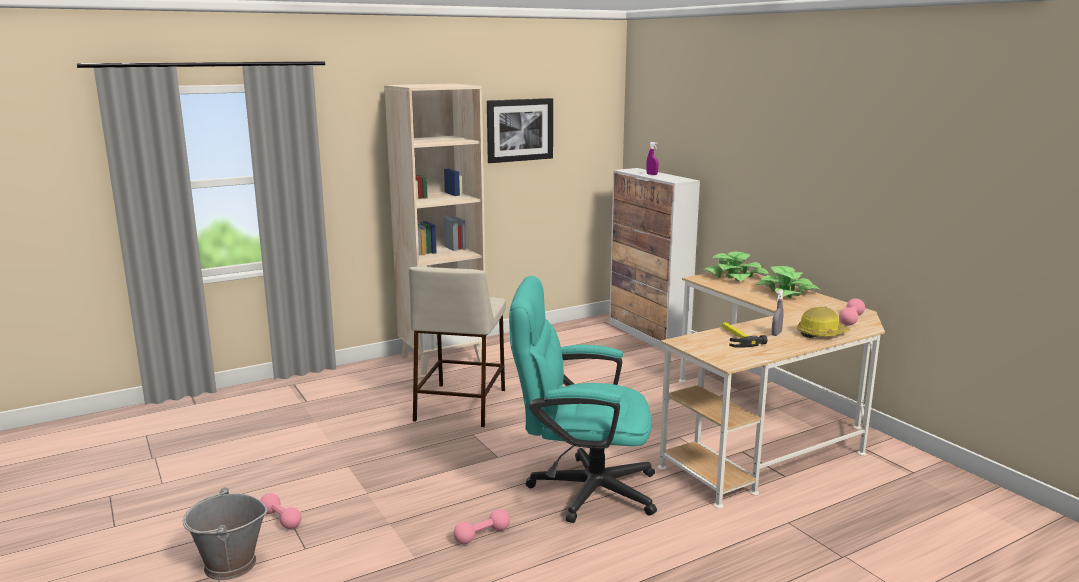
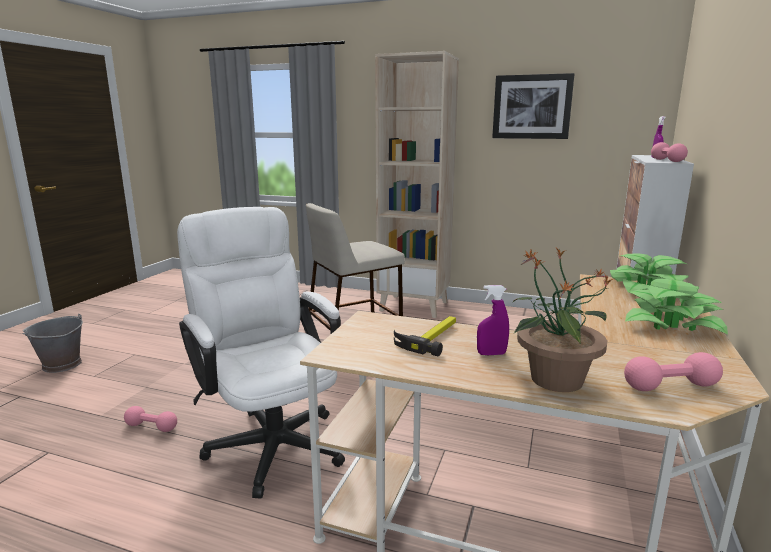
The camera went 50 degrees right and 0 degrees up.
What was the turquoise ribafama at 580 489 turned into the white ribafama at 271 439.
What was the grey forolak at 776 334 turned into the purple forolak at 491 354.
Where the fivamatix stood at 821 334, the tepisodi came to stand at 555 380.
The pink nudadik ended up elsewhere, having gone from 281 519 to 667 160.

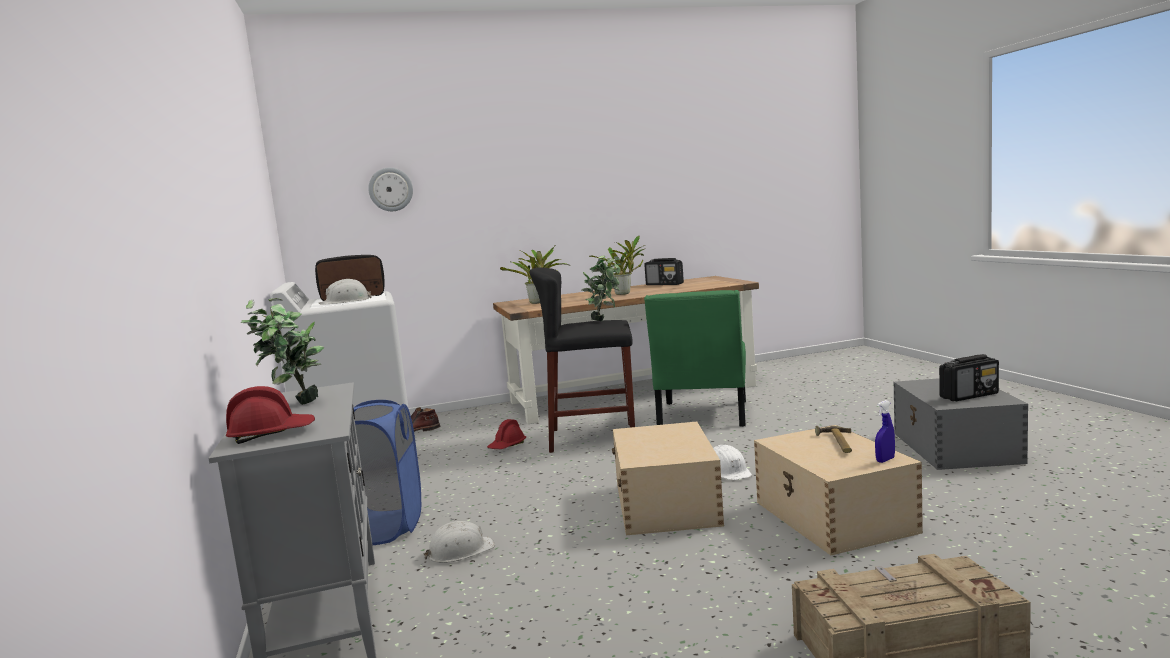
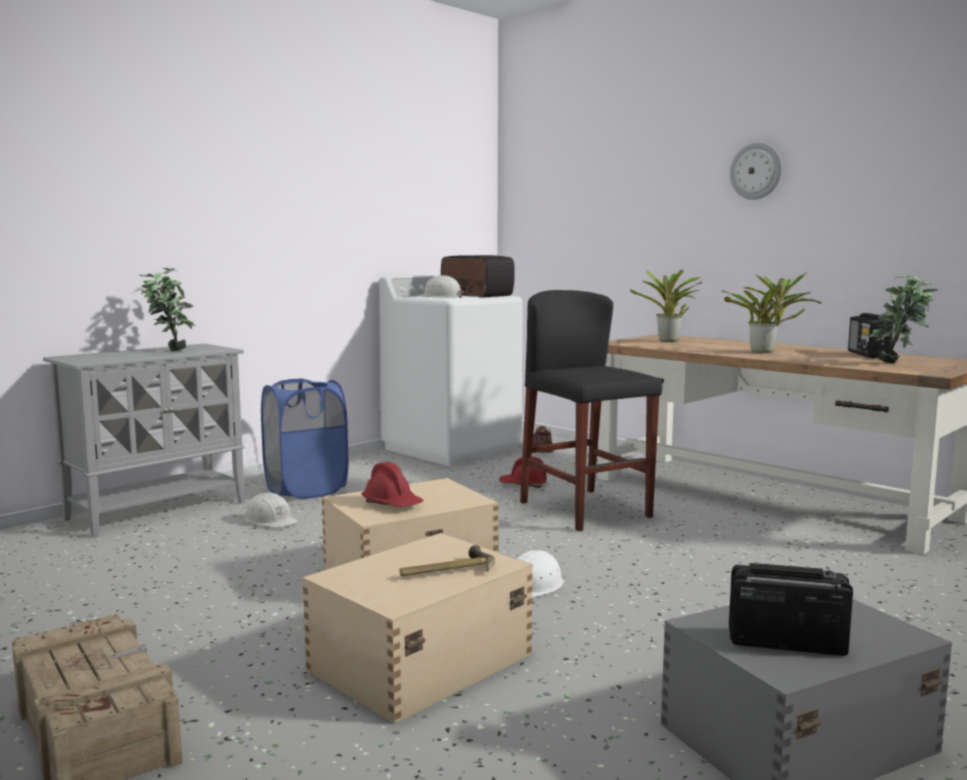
The camera went 60 degrees right and 0 degrees up.
The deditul ended up elsewhere, having gone from 390 189 to 756 171.
The tepisodi ended up elsewhere, having gone from 605 320 to 899 364.
The second view lost the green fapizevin at 702 416.
The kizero at 969 395 ended up facing another way, 150 degrees clockwise from before.
The red fivamatix ended up elsewhere, having gone from 272 434 to 392 504.
The second view lost the blue forolak at 885 460.

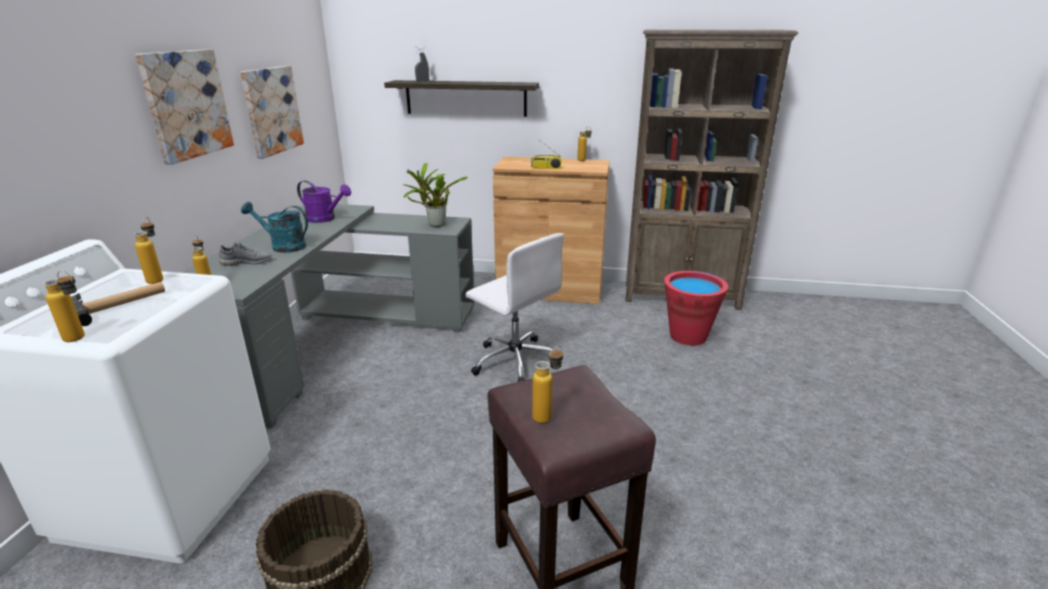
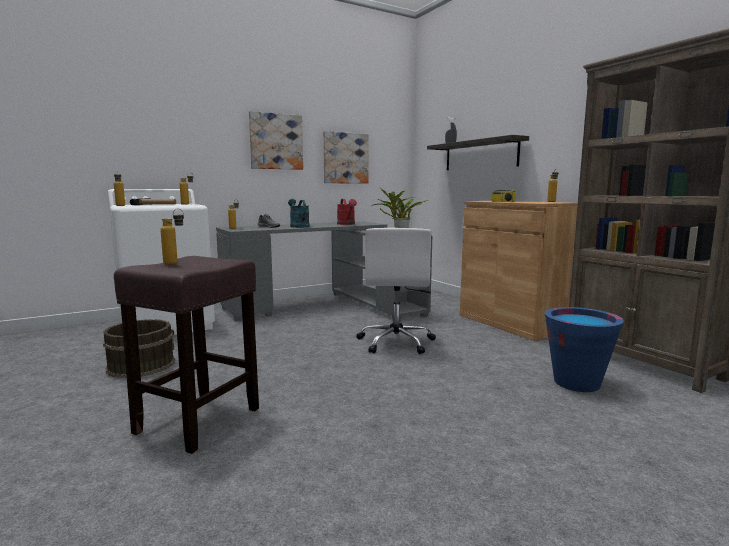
The camera went 50 degrees right and 15 degrees down.
What was the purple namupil at 325 219 turned into the red namupil at 347 224.
What was the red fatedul at 688 336 turned into the blue fatedul at 576 383.

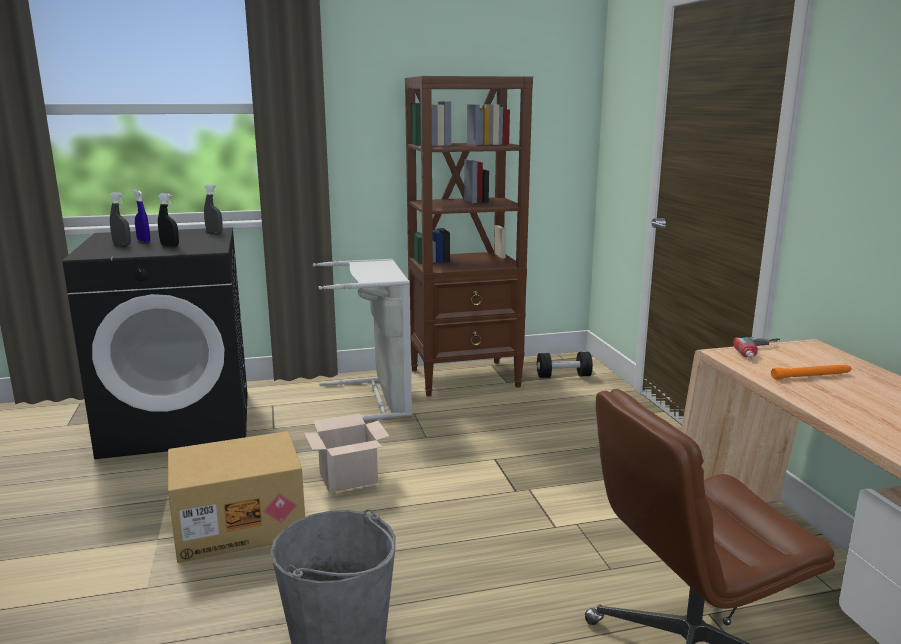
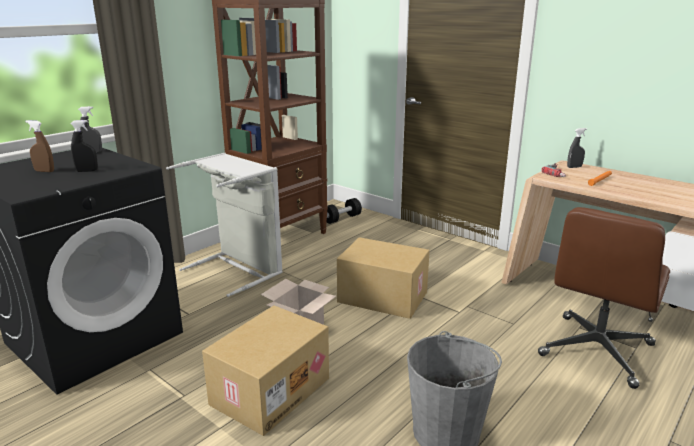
The camera went 35 degrees left and 5 degrees up.
What was the blue forolak at 143 241 turned into the brown forolak at 44 171.
The grey forolak ended up elsewhere, having gone from 122 244 to 574 167.
The second view gained the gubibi at 381 297.

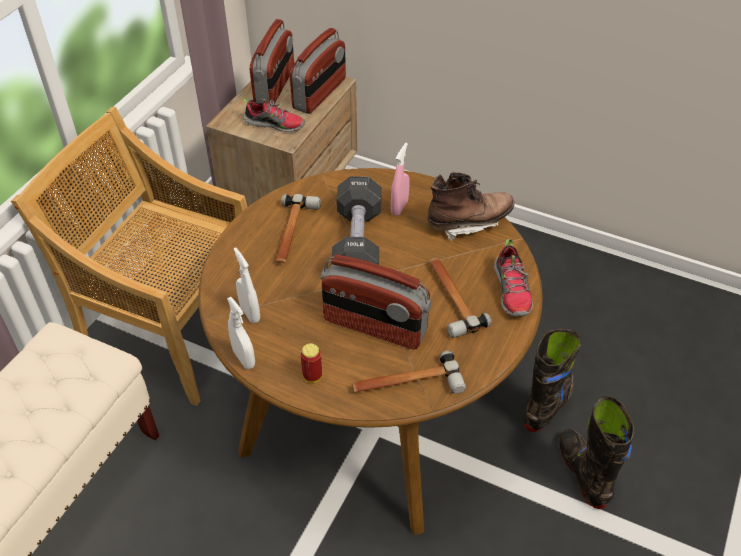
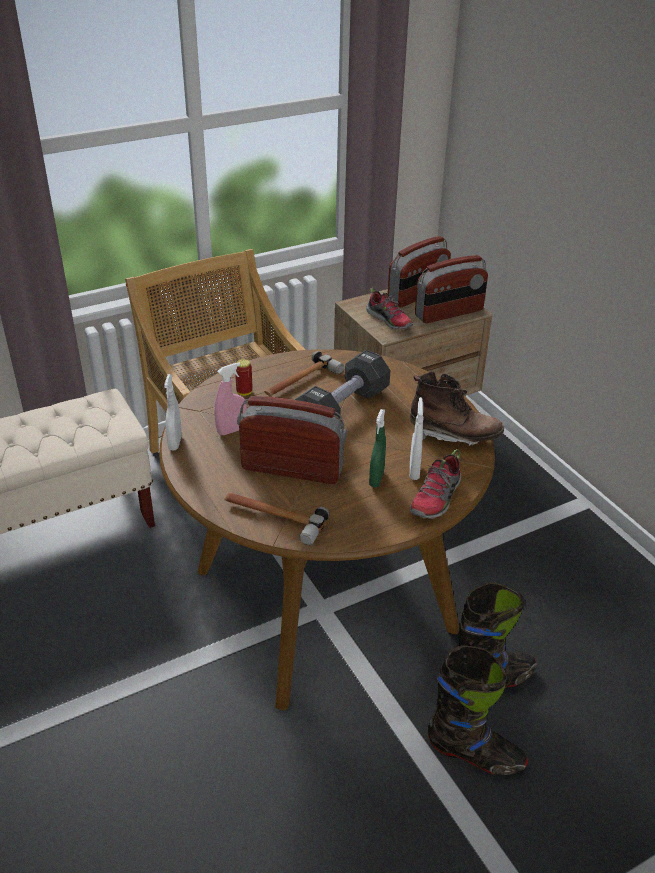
The camera went 35 degrees right and 10 degrees down.
The pink forolak ended up elsewhere, having gone from 399 207 to 232 430.
The white forolak ended up elsewhere, having gone from 250 313 to 414 471.
The kizero at 374 327 ended up facing another way, 135 degrees clockwise from before.
Where the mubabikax stood at 451 298, the green forolak came to stand at 376 479.
The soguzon ended up elsewhere, having gone from 312 376 to 244 392.
The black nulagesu at 584 473 ended up facing another way, 90 degrees clockwise from before.

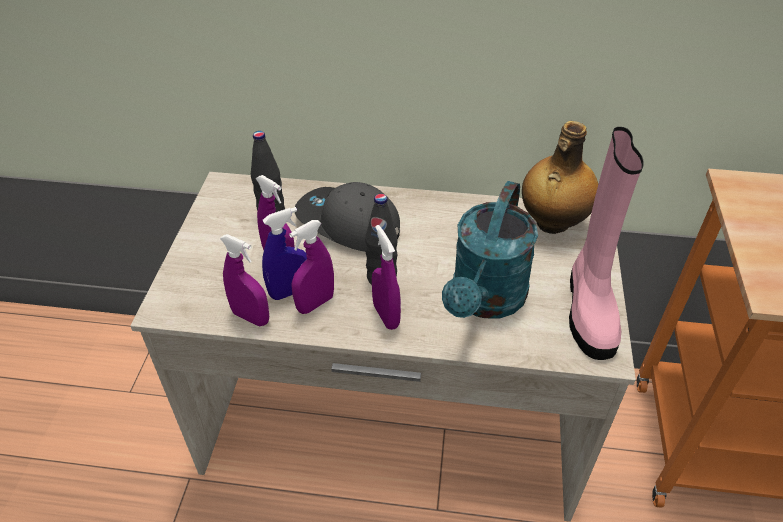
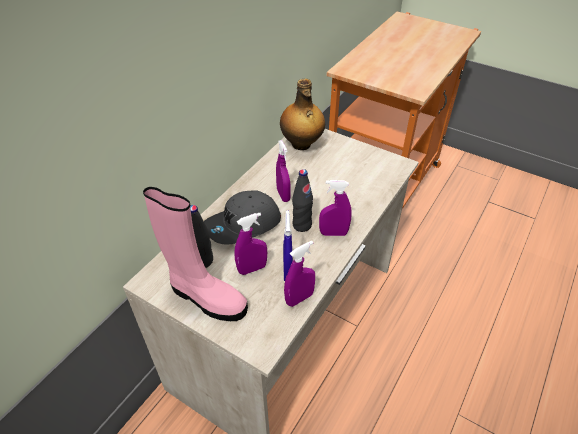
The camera went 65 degrees left and 0 degrees up.
The pink nulagesu ended up elsewhere, having gone from 589 309 to 206 298.
The second view lost the turquoise namupil at 485 301.
The purple forolak ended up elsewhere, having gone from 315 303 to 283 195.

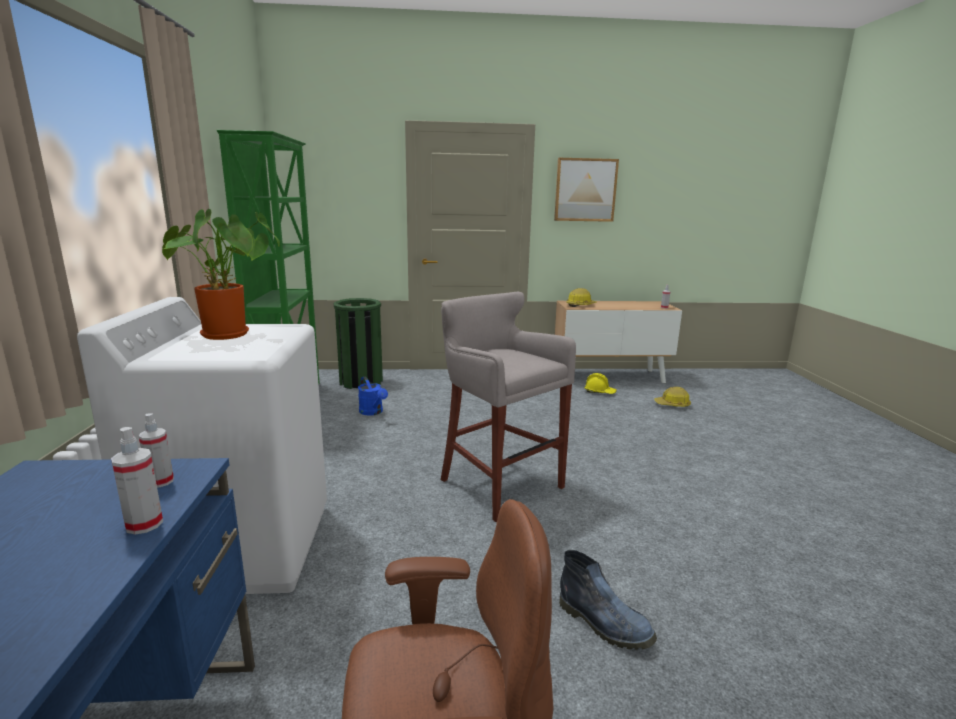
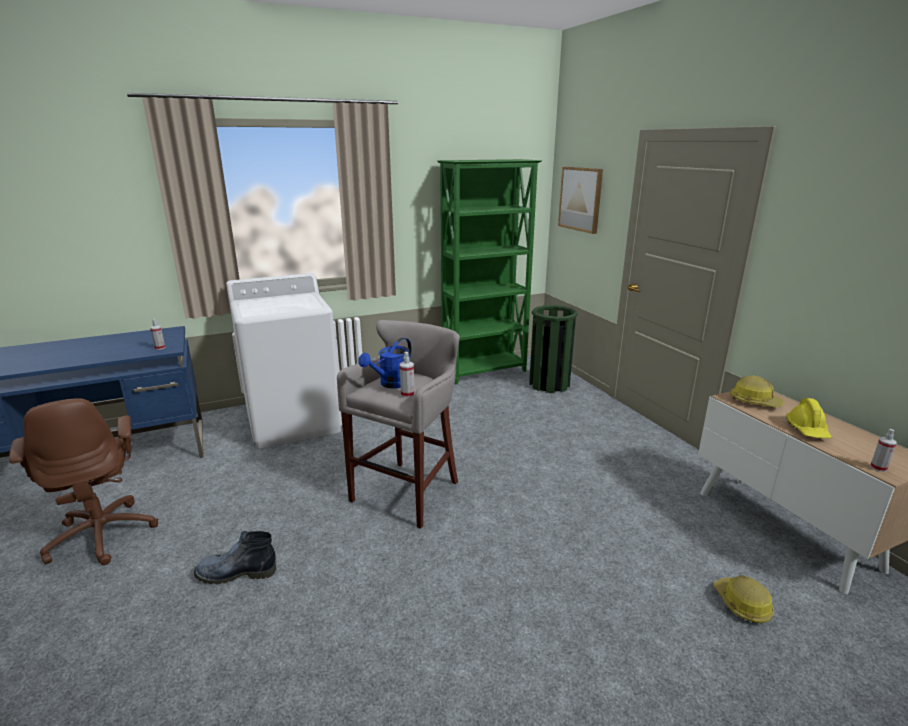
The camera went 70 degrees right and 5 degrees up.
The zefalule ended up elsewhere, having gone from 585 190 to 580 199.
The second view lost the tepisodi at 231 335.
The yellow fivamatix ended up elsewhere, having gone from 600 392 to 807 430.
The blue namupil ended up elsewhere, having gone from 373 412 to 391 384.
The forolak ended up elsewhere, having gone from 144 524 to 407 394.
The nulagesu at 605 624 ended up facing another way, 60 degrees clockwise from before.

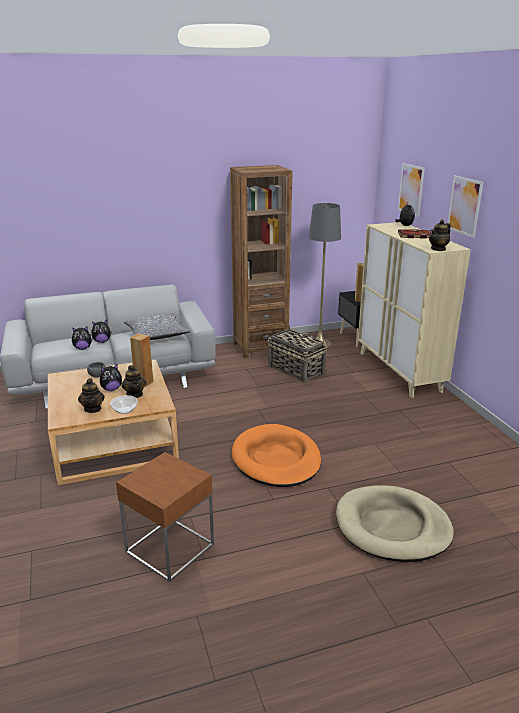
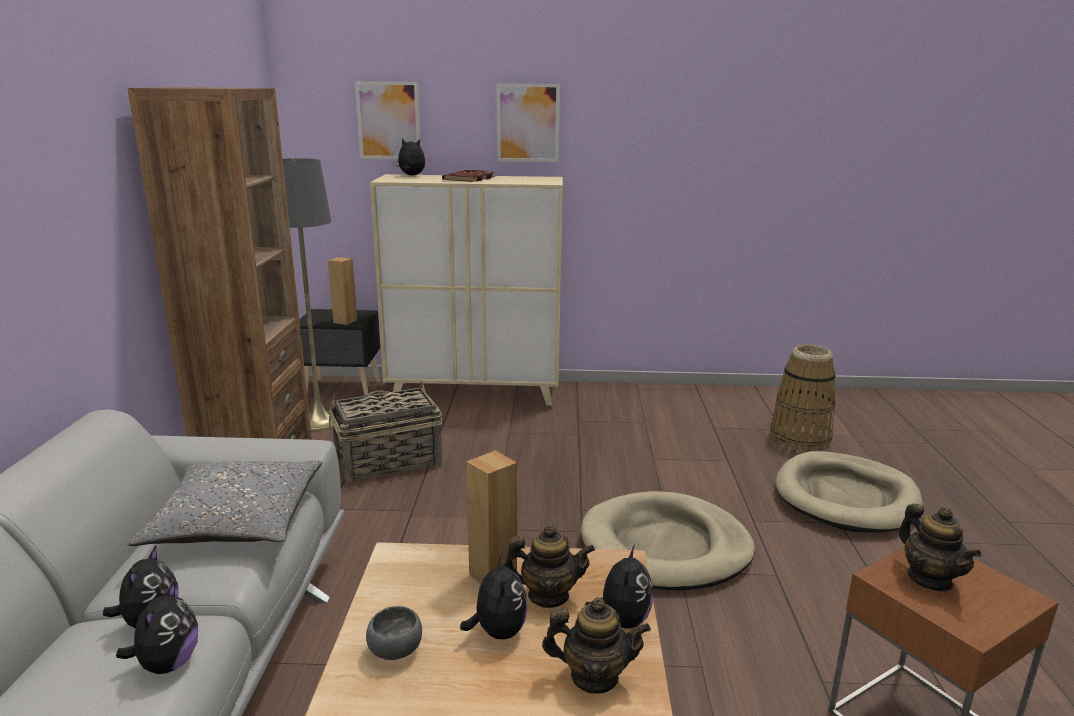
The camera went 70 degrees left and 5 degrees down.
The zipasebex ended up elsewhere, having gone from 438 249 to 930 579.
Where the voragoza stood at 125 410, the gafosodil came to stand at 622 620.
What was the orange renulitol at 276 459 turned into the beige renulitol at 665 547.
The second view gained the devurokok at 800 438.

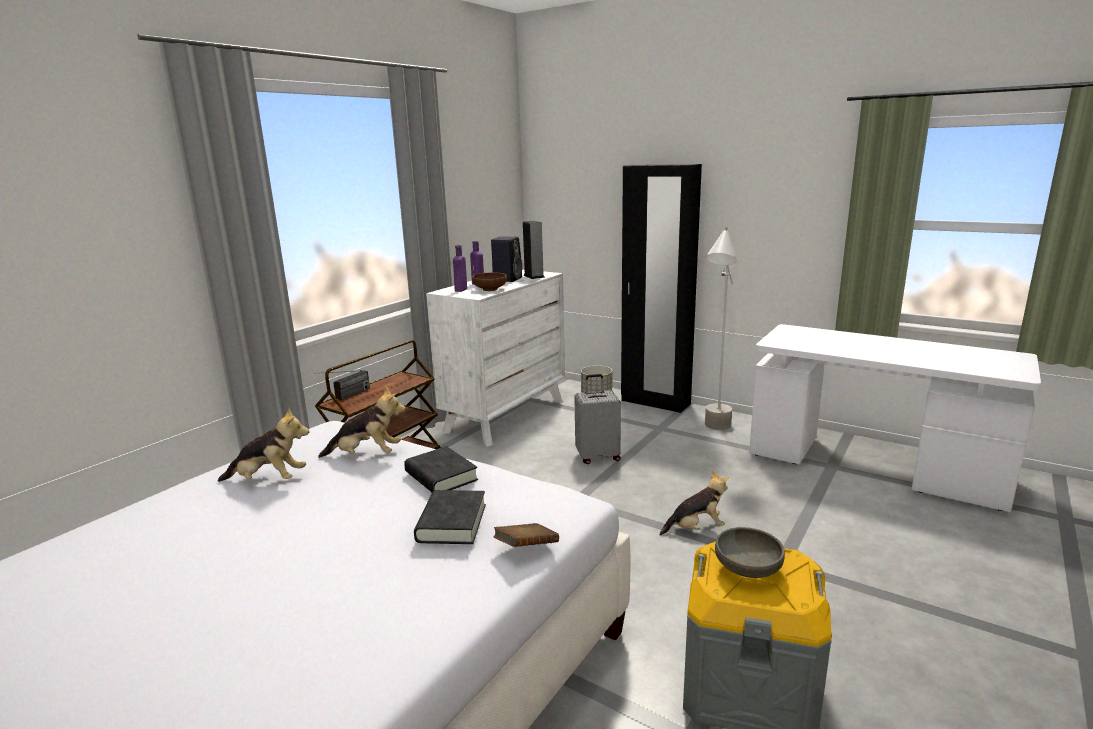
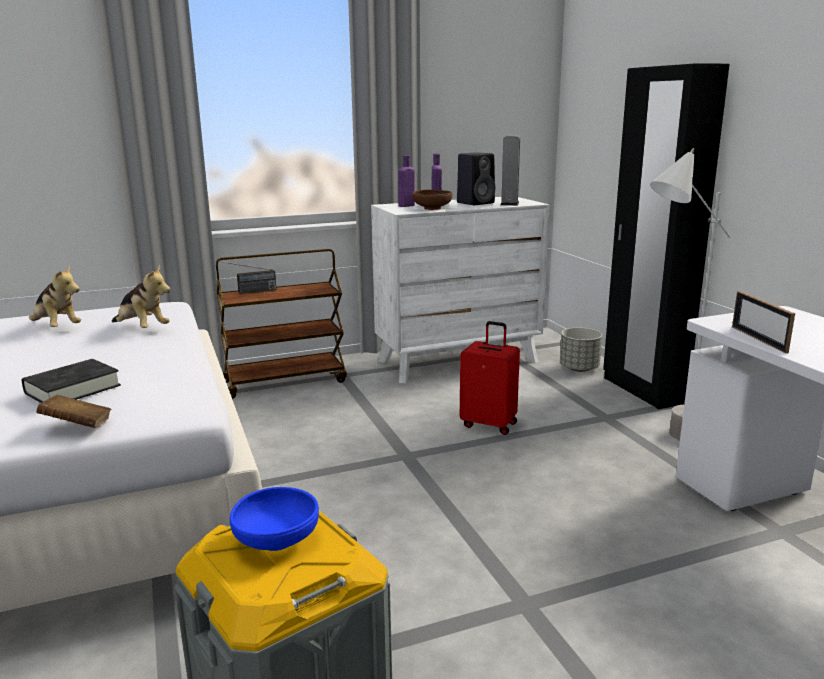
The camera went 35 degrees right and 0 degrees up.
What was the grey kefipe at 597 457 turned into the red kefipe at 489 424.
The second view lost the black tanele at 441 476.
The second view lost the gafosodil at 696 528.
What was the grey voragoza at 747 568 turned into the blue voragoza at 277 539.
The second view gained the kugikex at 758 339.

